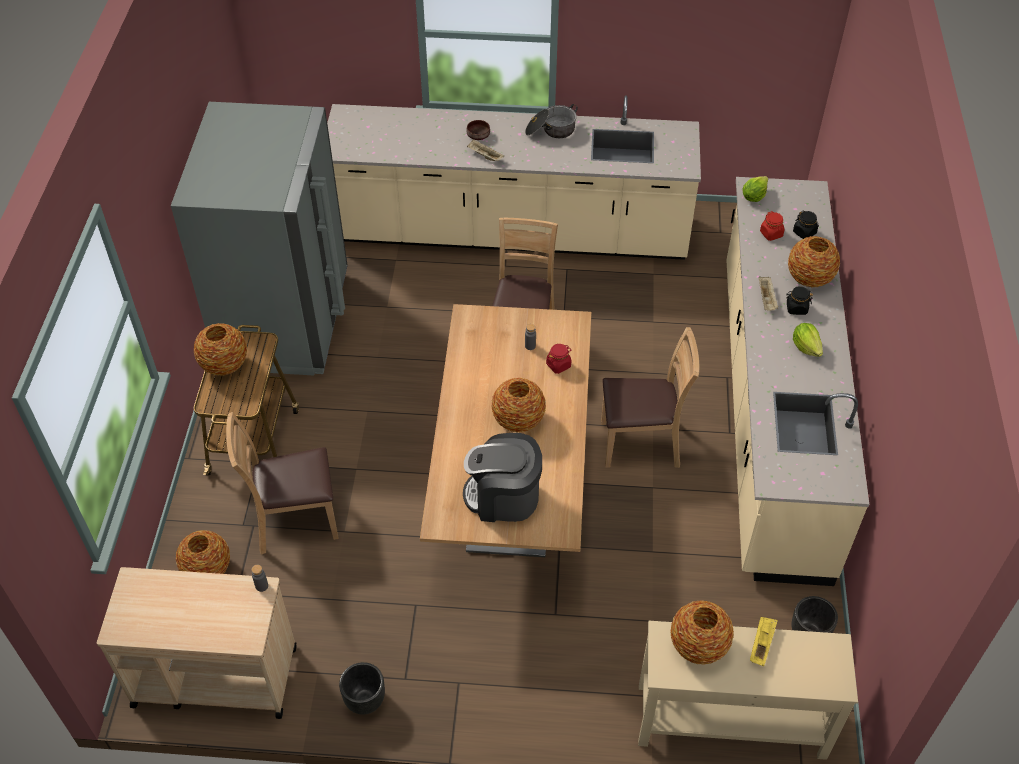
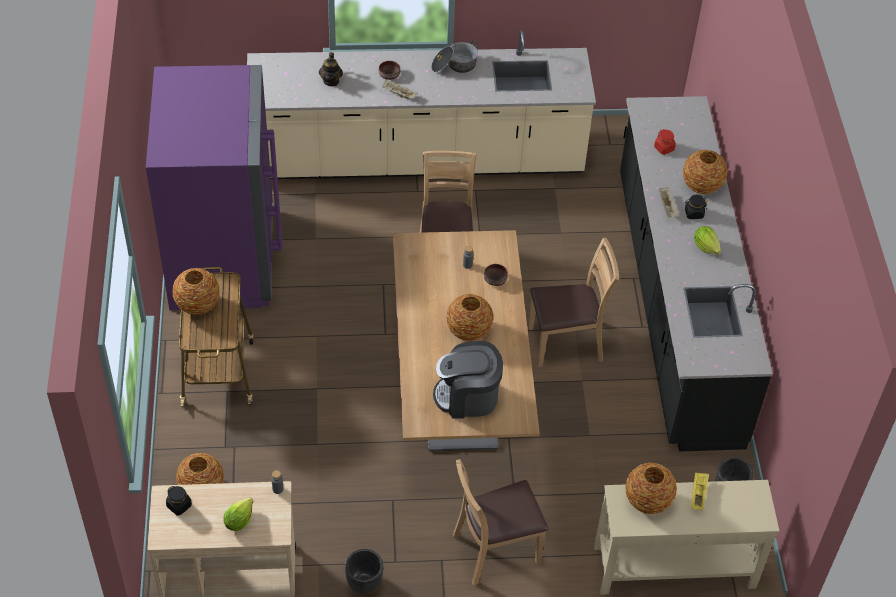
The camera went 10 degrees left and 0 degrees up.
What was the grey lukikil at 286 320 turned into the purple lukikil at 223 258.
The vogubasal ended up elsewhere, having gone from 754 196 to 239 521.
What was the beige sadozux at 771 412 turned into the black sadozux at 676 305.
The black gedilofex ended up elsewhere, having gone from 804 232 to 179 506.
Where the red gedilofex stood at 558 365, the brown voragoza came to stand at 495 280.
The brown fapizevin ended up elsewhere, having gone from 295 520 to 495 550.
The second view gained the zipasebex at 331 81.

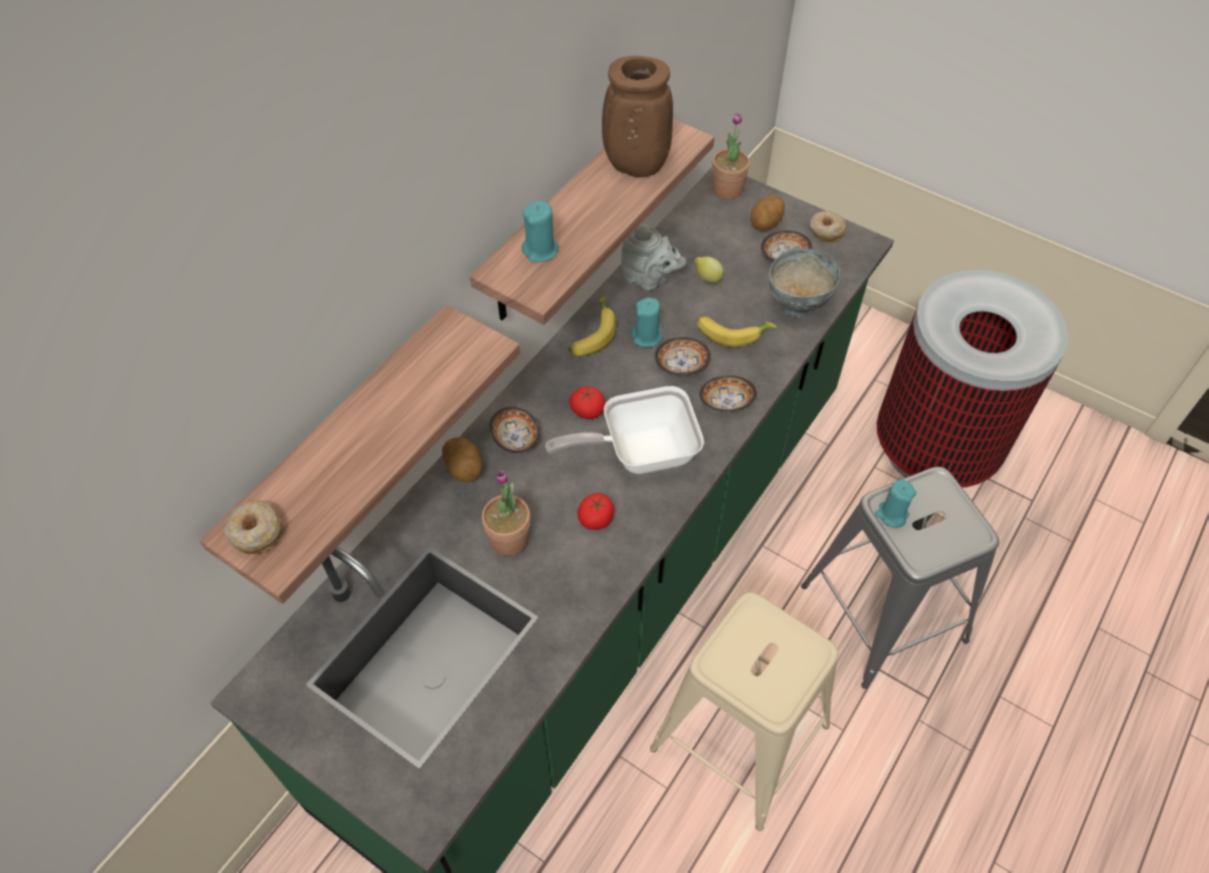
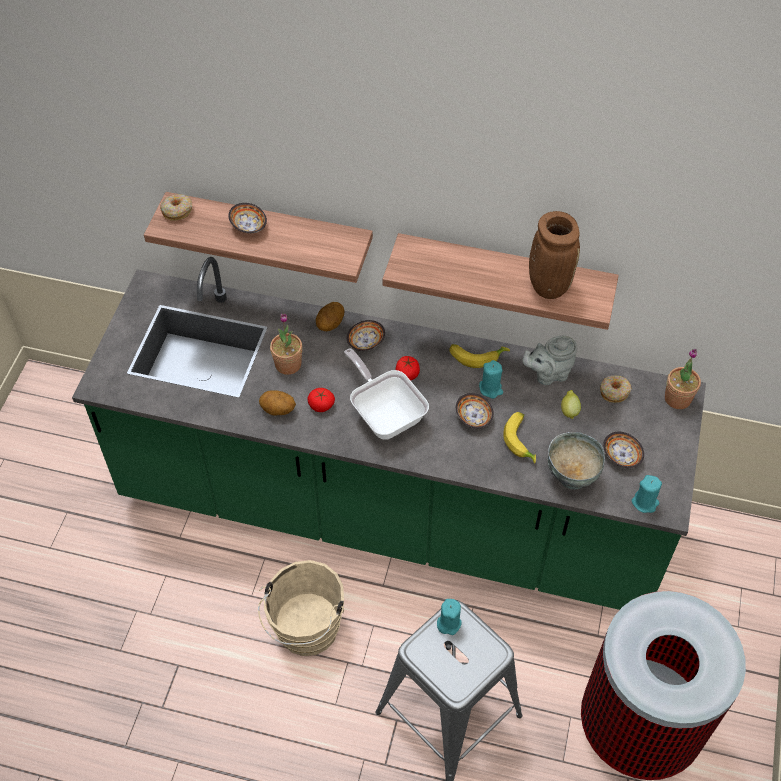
The camera went 70 degrees right and 0 degrees up.
The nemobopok ended up elsewhere, having gone from 766 224 to 278 410.
The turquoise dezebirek ended up elsewhere, having gone from 540 250 to 645 502.
The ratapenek ended up elsewhere, having gone from 826 231 to 614 392.
The grey zipasebex at 649 279 ended up facing another way, 60 degrees clockwise from before.
The voragoza ended up elsewhere, having gone from 726 403 to 248 226.
Where the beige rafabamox stood at 739 736, the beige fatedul came to stand at 305 632.

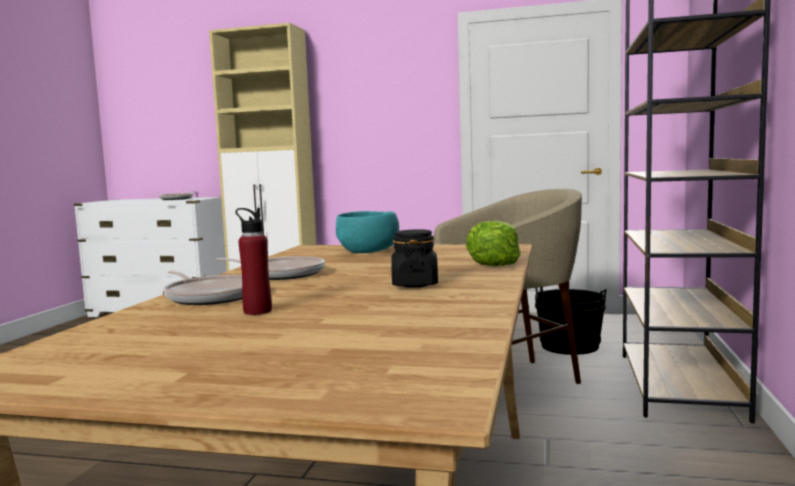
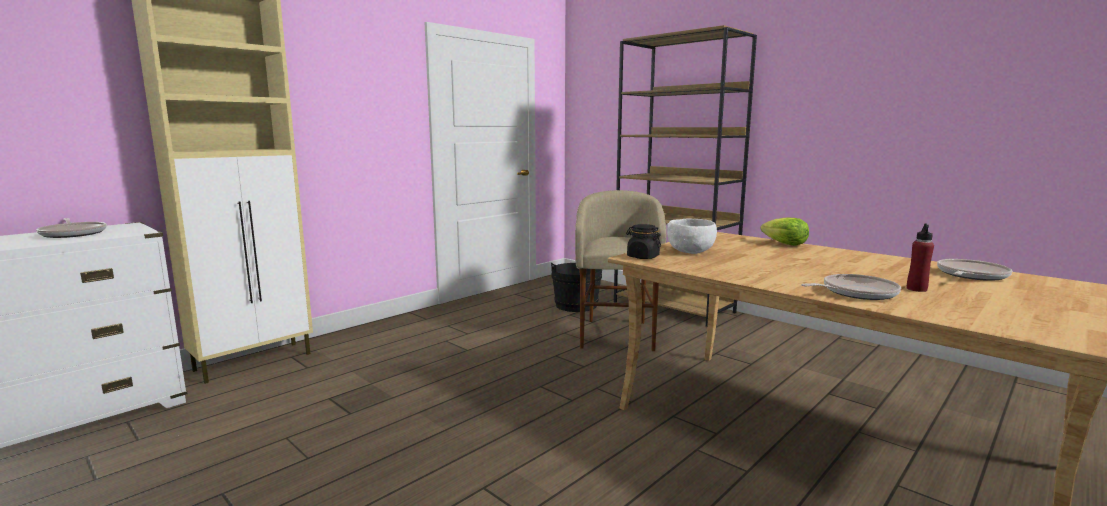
The camera went 60 degrees left and 5 degrees up.
What was the turquoise voragoza at 369 252 turned into the white voragoza at 690 251.
The black gedilofex ended up elsewhere, having gone from 415 284 to 642 257.
The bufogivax ended up elsewhere, having gone from 281 274 to 970 275.

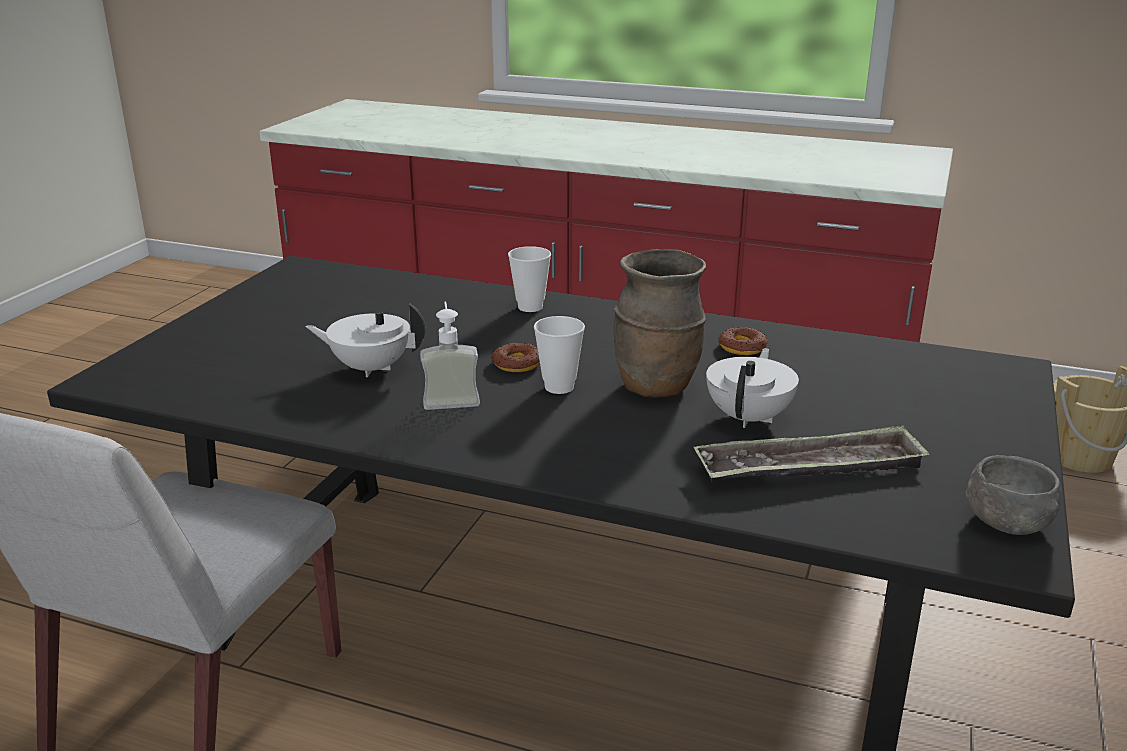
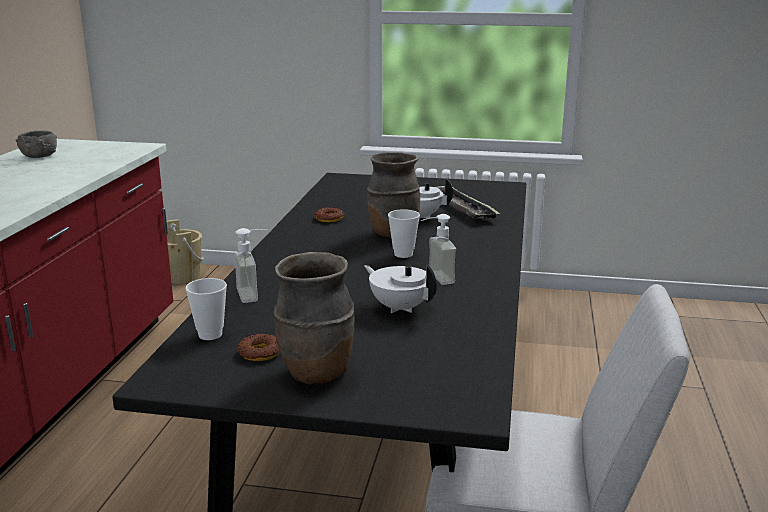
The camera went 100 degrees left and 5 degrees down.
The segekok ended up elsewhere, having gone from 530 307 to 210 334.
The white zipasebex at 370 368 ended up facing another way, 135 degrees clockwise from before.
The ratapenek ended up elsewhere, having gone from 517 363 to 259 353.
The grey voragoza ended up elsewhere, having gone from 1007 521 to 39 156.
The second view gained the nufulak at 255 294.
The second view gained the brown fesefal at 316 374.

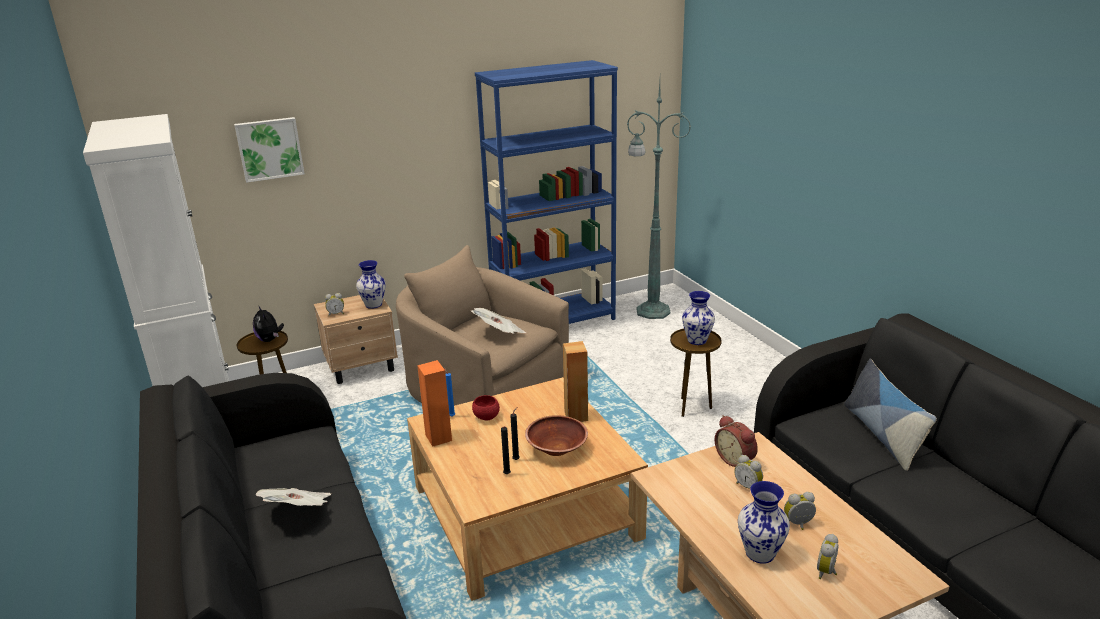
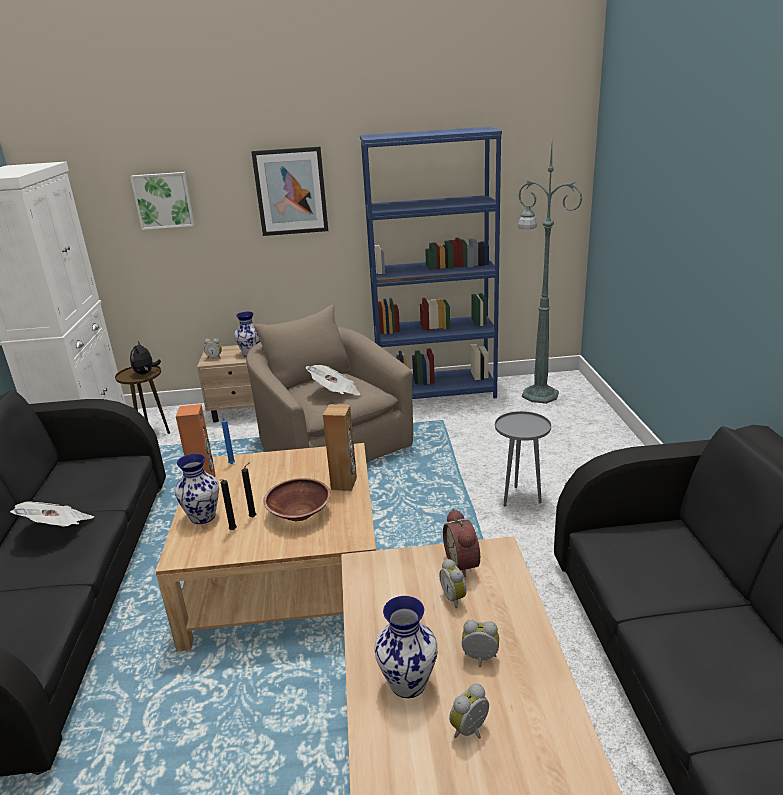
The camera went 20 degrees right and 0 degrees up.
The fesefal ended up elsewhere, having gone from 697 340 to 203 517.
What was the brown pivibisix at 692 407 turned into the grey pivibisix at 520 498.
The second view lost the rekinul at 882 434.
The second view lost the red voragoza at 486 417.
The second view gained the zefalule at 291 191.

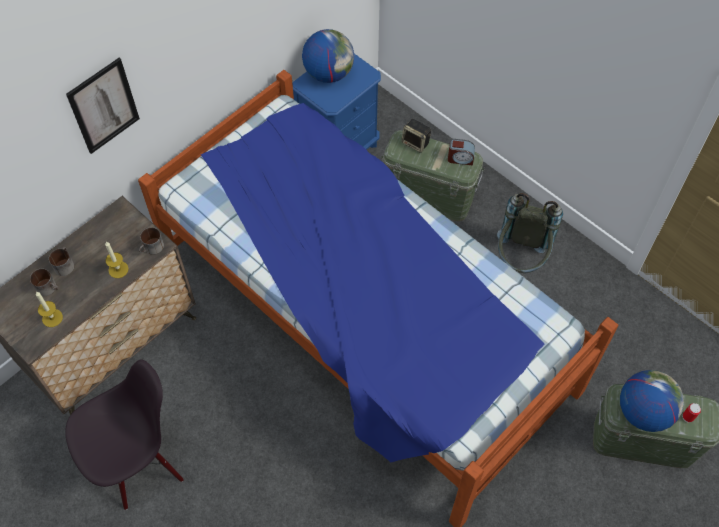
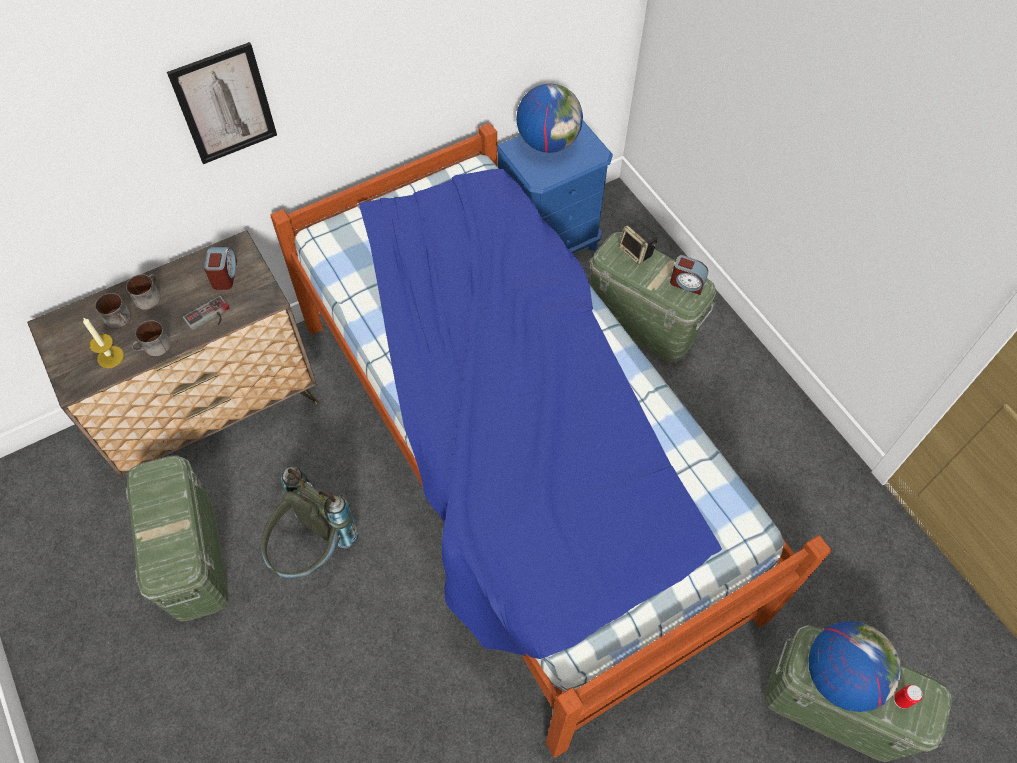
The camera went 15 degrees right and 0 degrees up.
The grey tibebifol ended up elsewhere, having gone from 520 259 to 313 549.
The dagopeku ended up elsewhere, having gone from 152 248 to 154 348.
Where the dezebirek stood at 118 269, the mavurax came to stand at 209 317.
Where the black fapizevin stood at 138 462, the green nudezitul came to stand at 194 558.
The second view gained the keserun at 224 275.

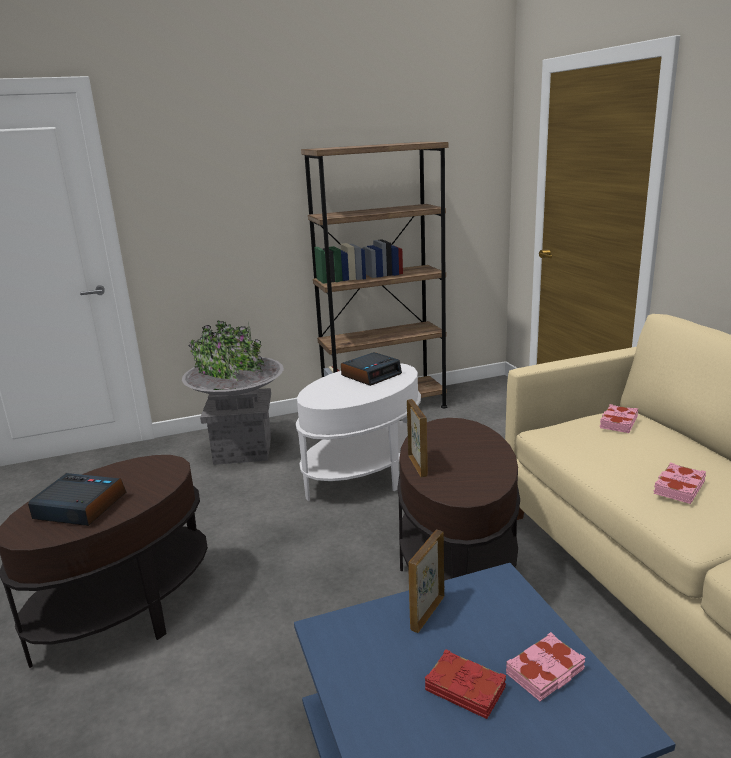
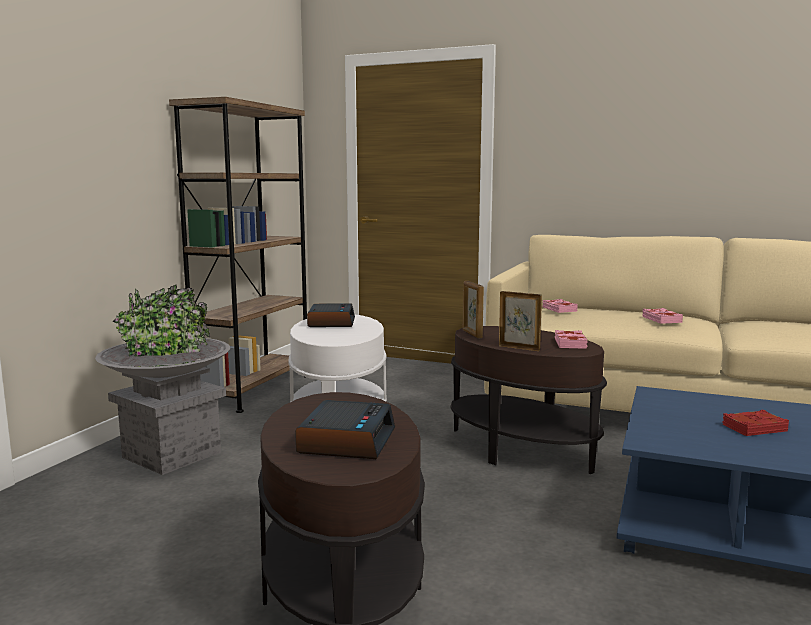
The camera went 50 degrees left and 10 degrees down.
The keserun at 79 507 ended up facing another way, 135 degrees clockwise from before.
The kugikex ended up elsewhere, having gone from 427 613 to 472 334.
The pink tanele ended up elsewhere, having gone from 546 672 to 571 343.

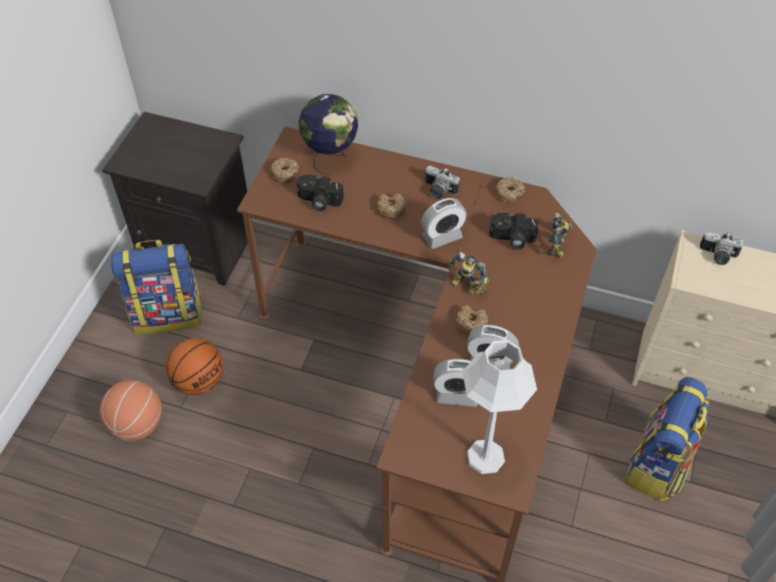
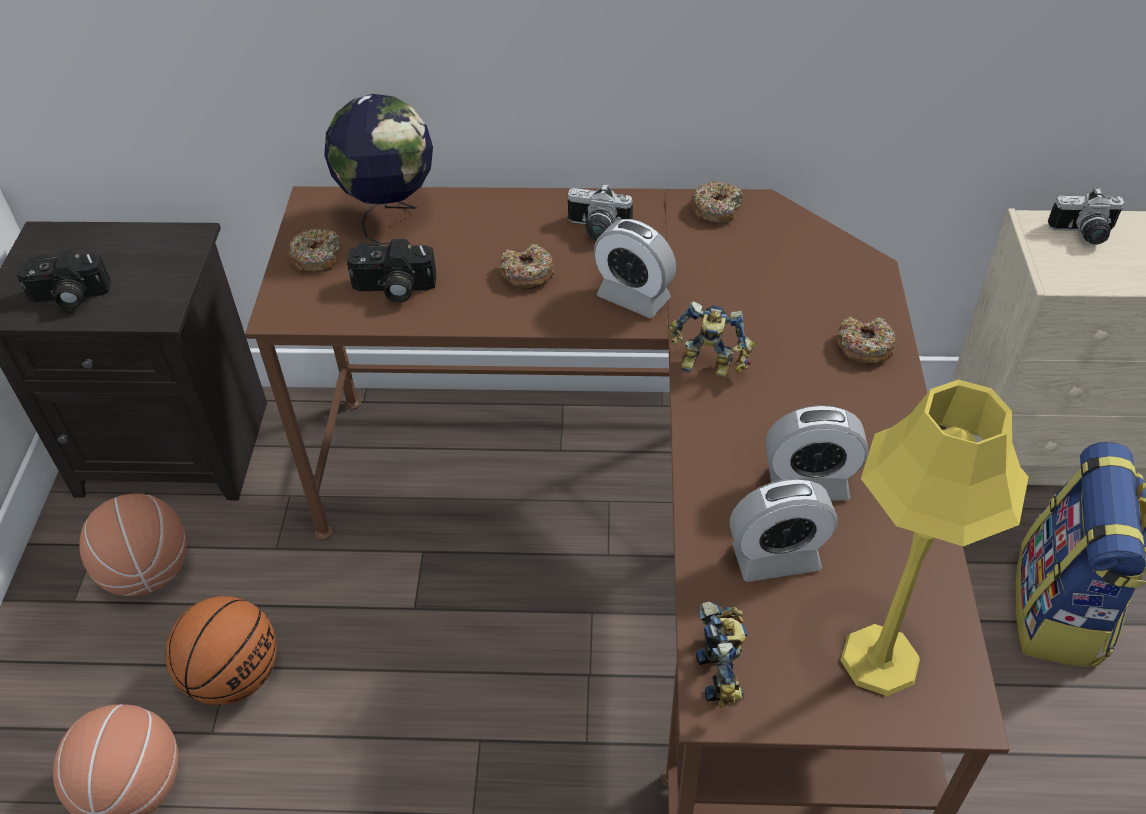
The camera went 15 degrees left and 5 degrees down.
The keserun at 442 236 ended up facing another way, 75 degrees clockwise from before.
The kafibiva ended up elsewhere, having gone from 512 239 to 68 297.
The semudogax ended up elsewhere, having gone from 558 247 to 724 673.
Where the tibebifol stood at 168 313, the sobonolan came to stand at 148 571.
The ratapenek ended up elsewhere, having gone from 471 324 to 864 347.
What was the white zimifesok at 485 456 turned into the yellow zimifesok at 879 659.

